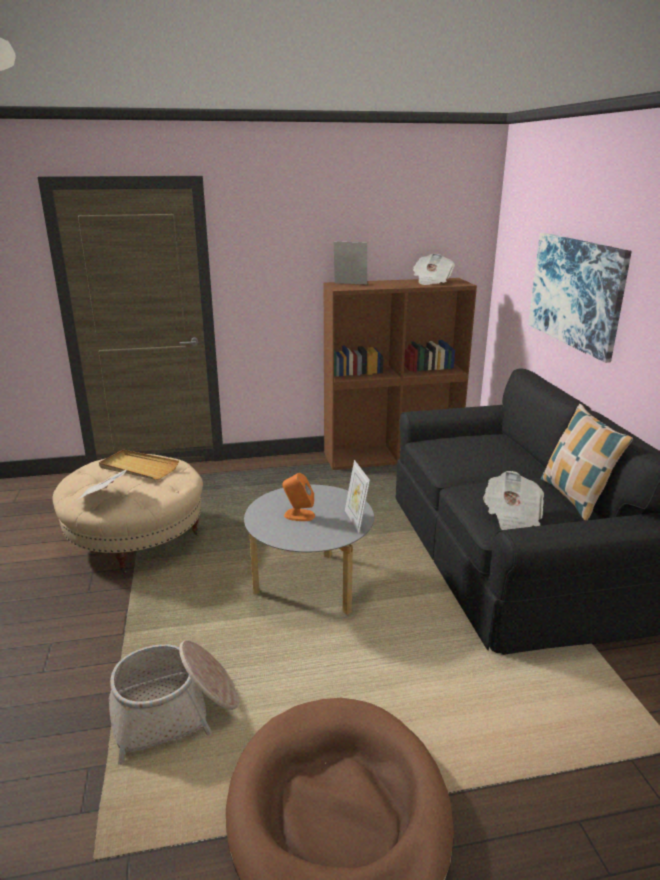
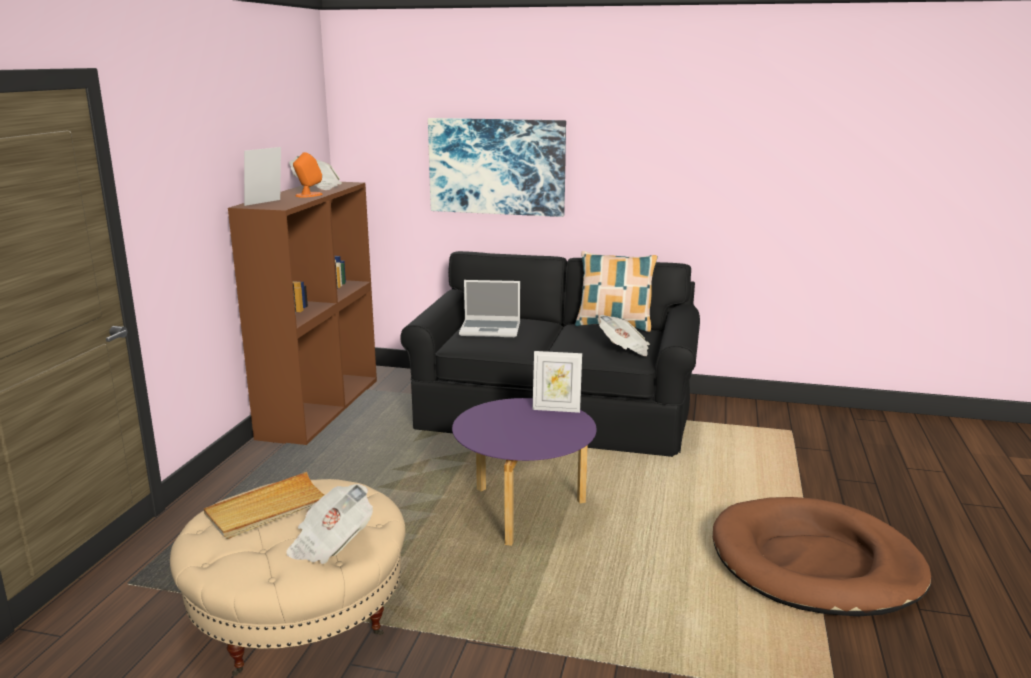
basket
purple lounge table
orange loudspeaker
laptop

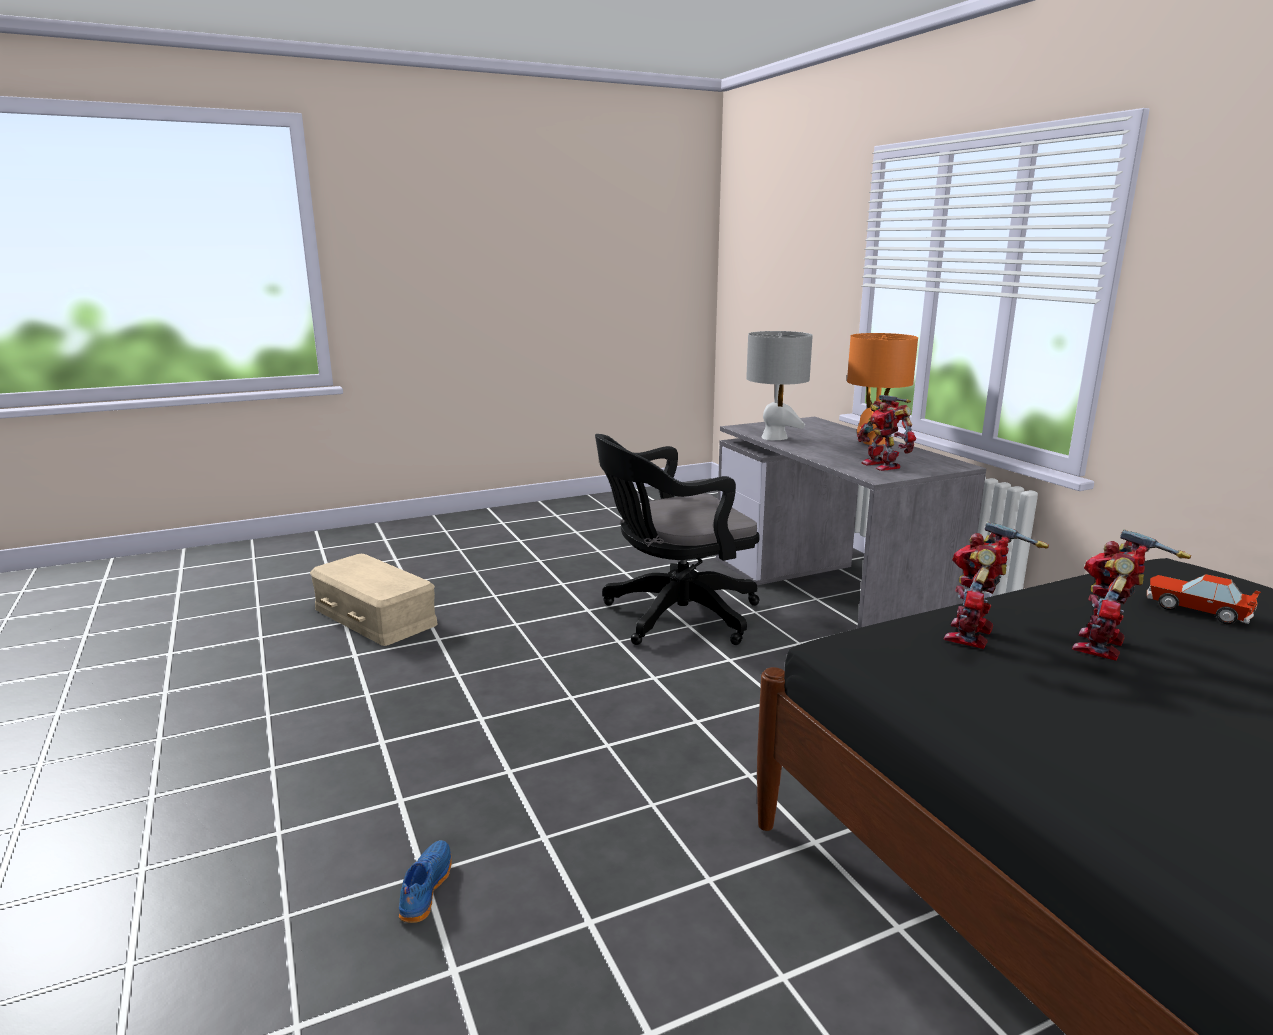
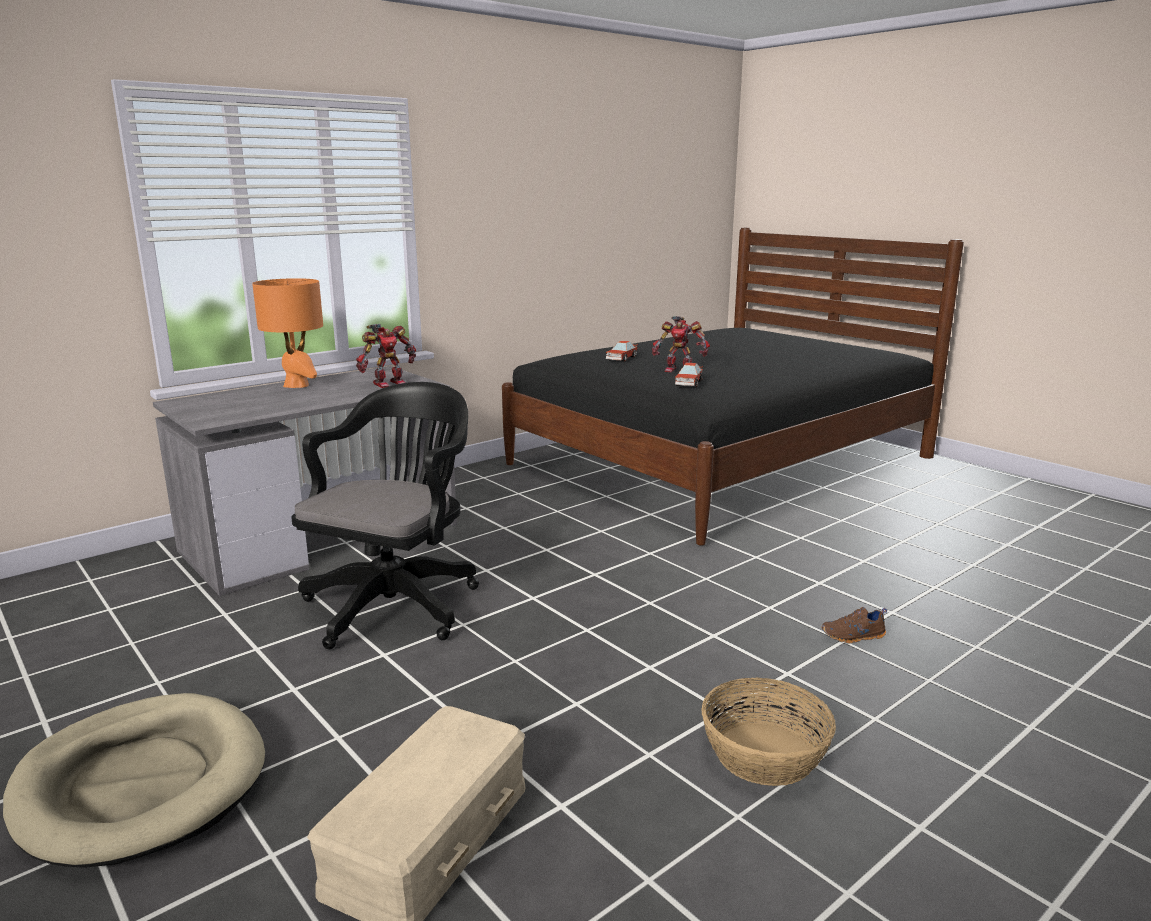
brownish low shoe
blackish desk chair
grey tabletop lamp
toy car (no. 2 from left)
sand-coloured dog cushion
basket

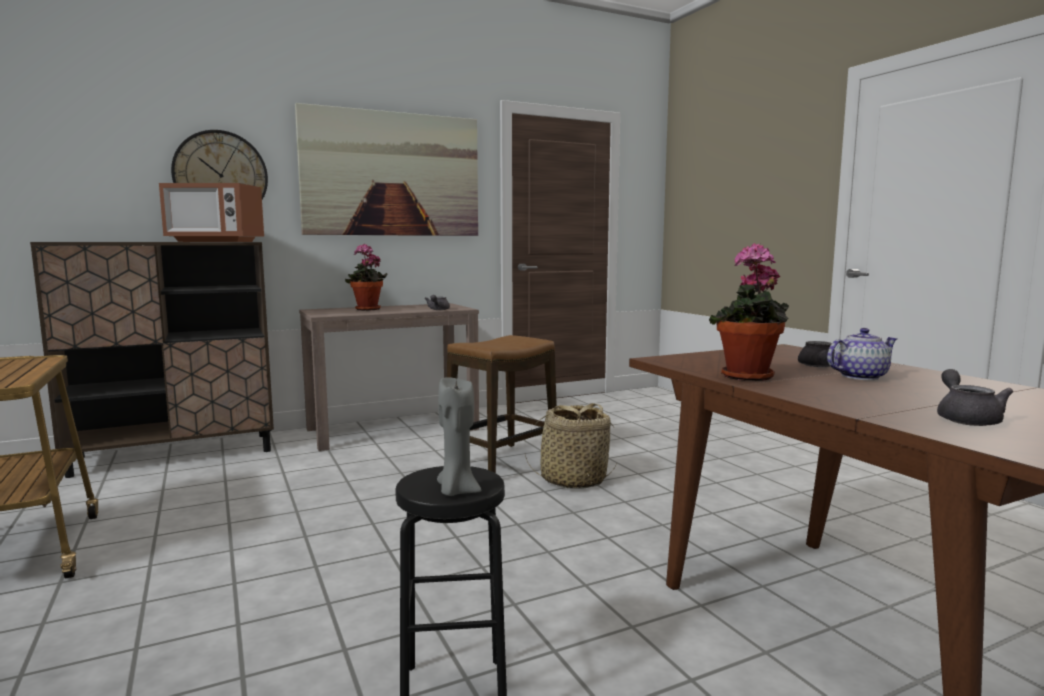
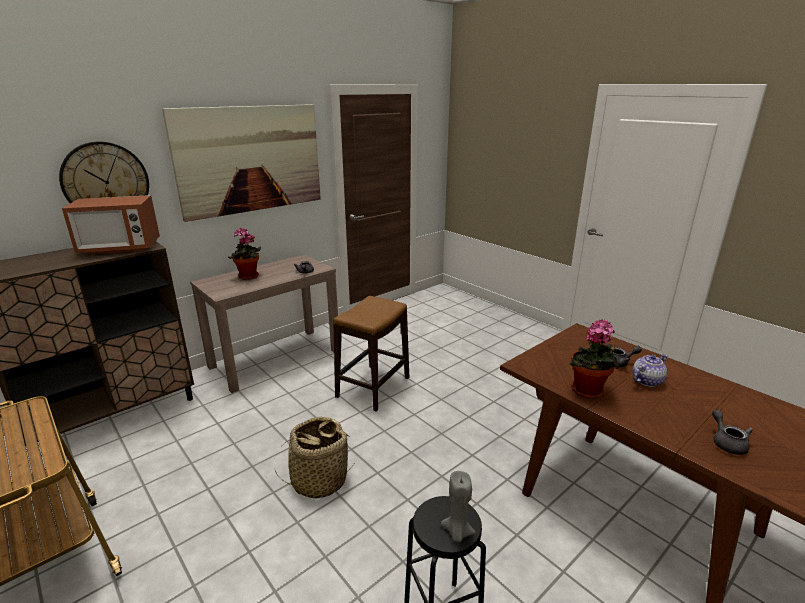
basket

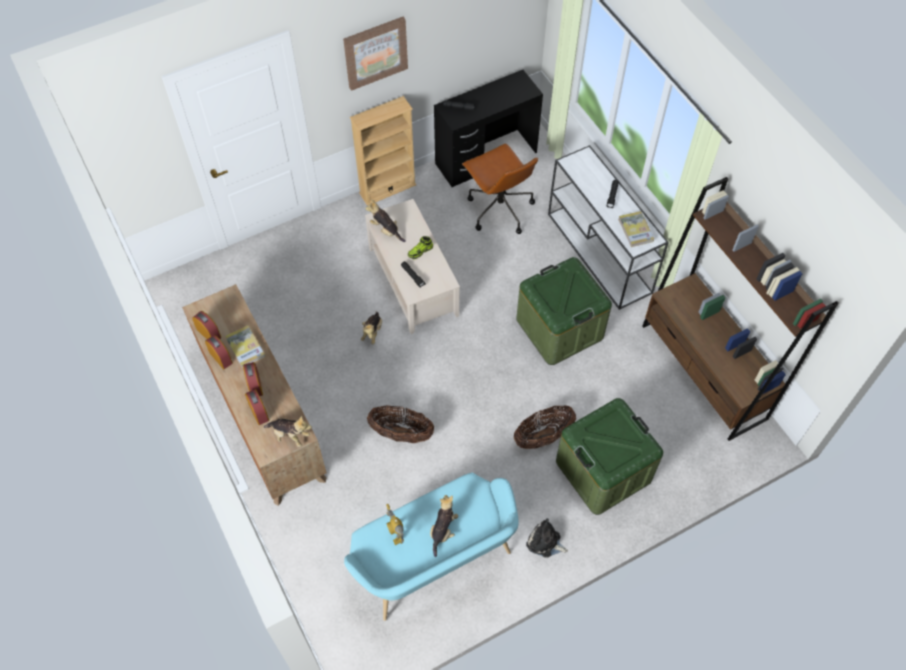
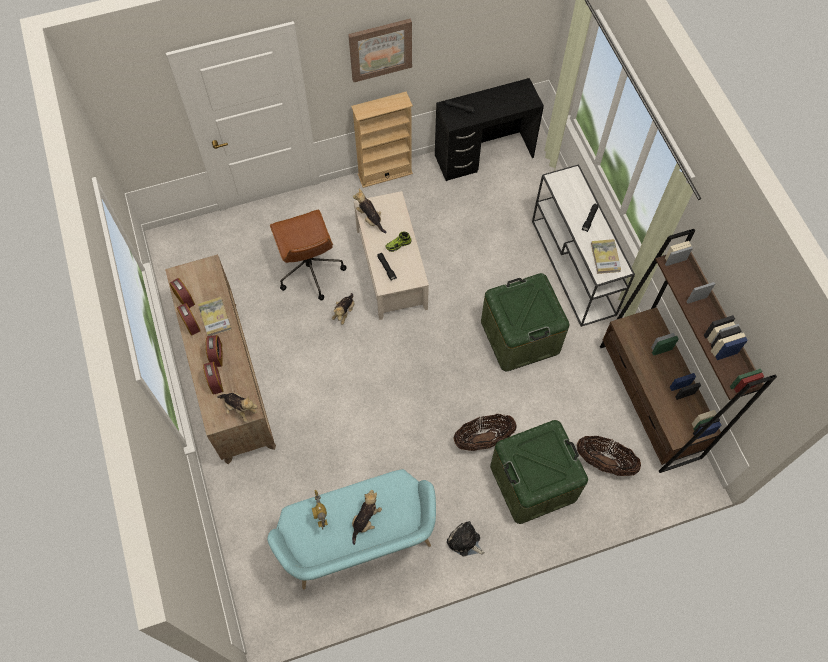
basket (no. 2 from left)
brownish desk chair

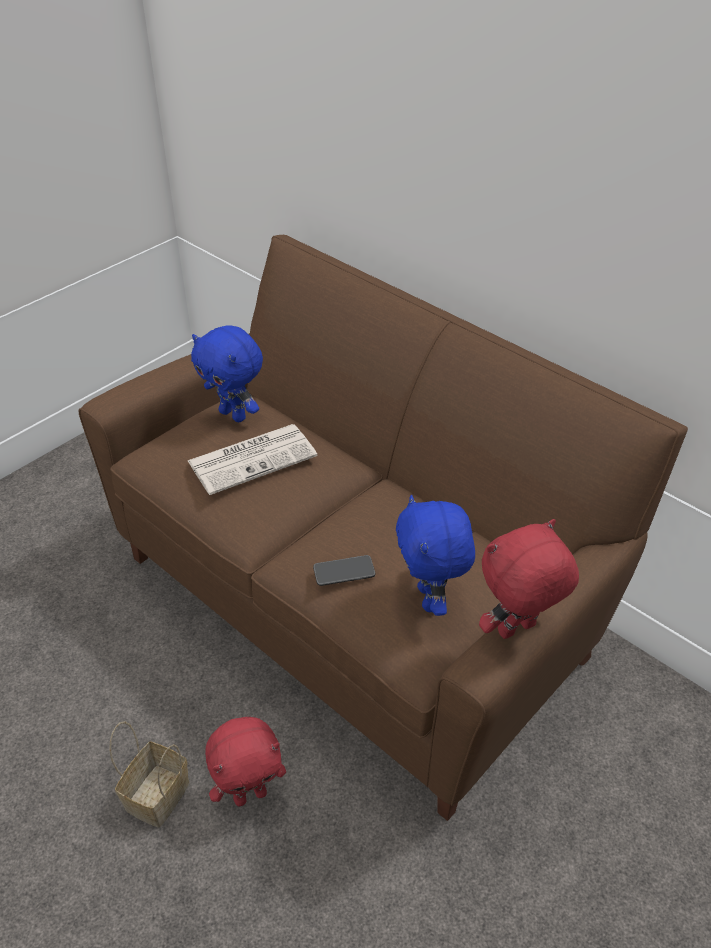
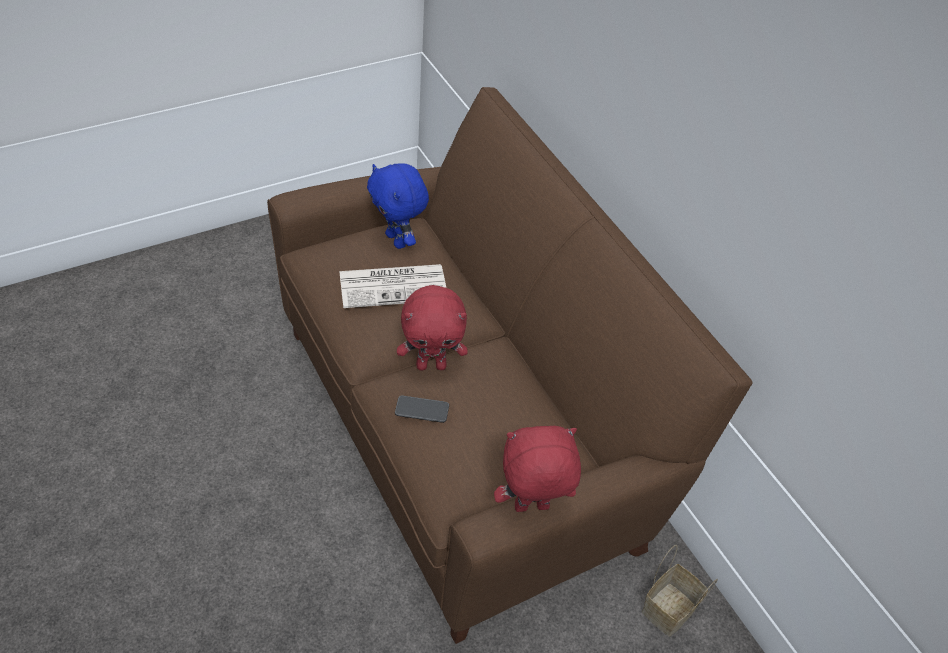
basket
red-coloured cuddly toy (no. 1 from left)
bluish cuddly toy (no. 2 from left in the first image)

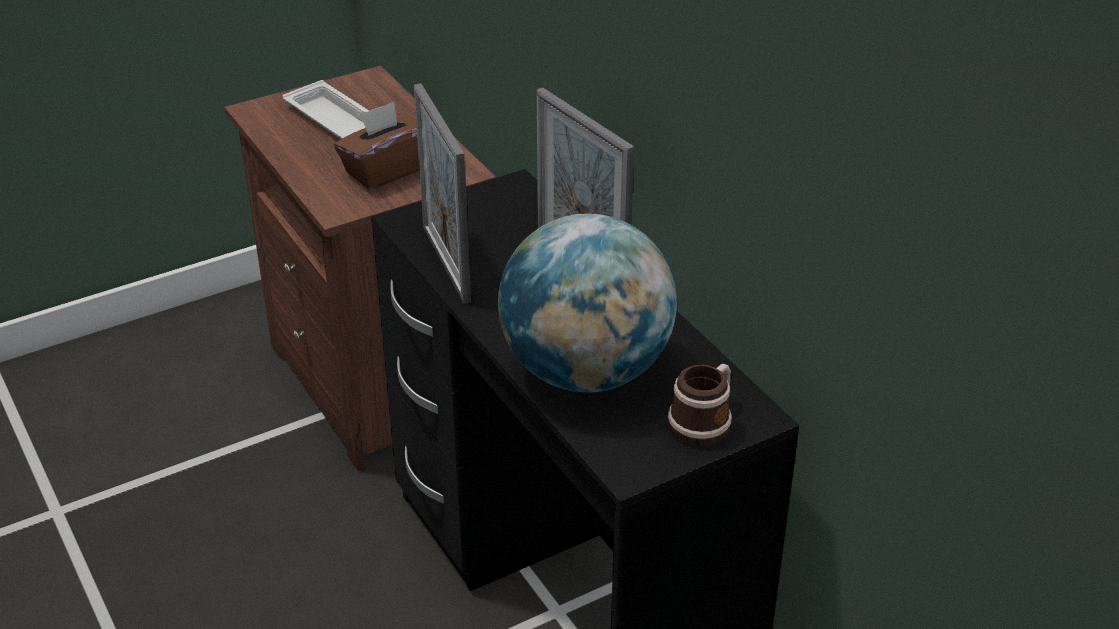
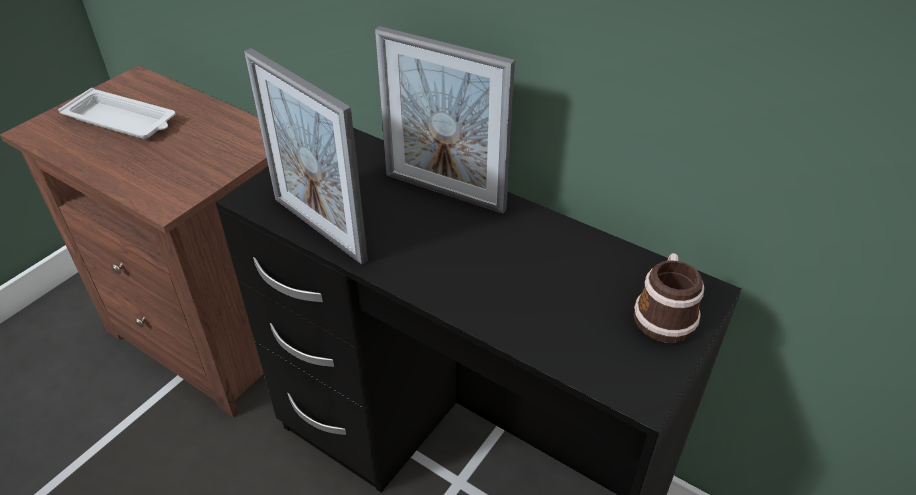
brownish box of tissues
desk globe

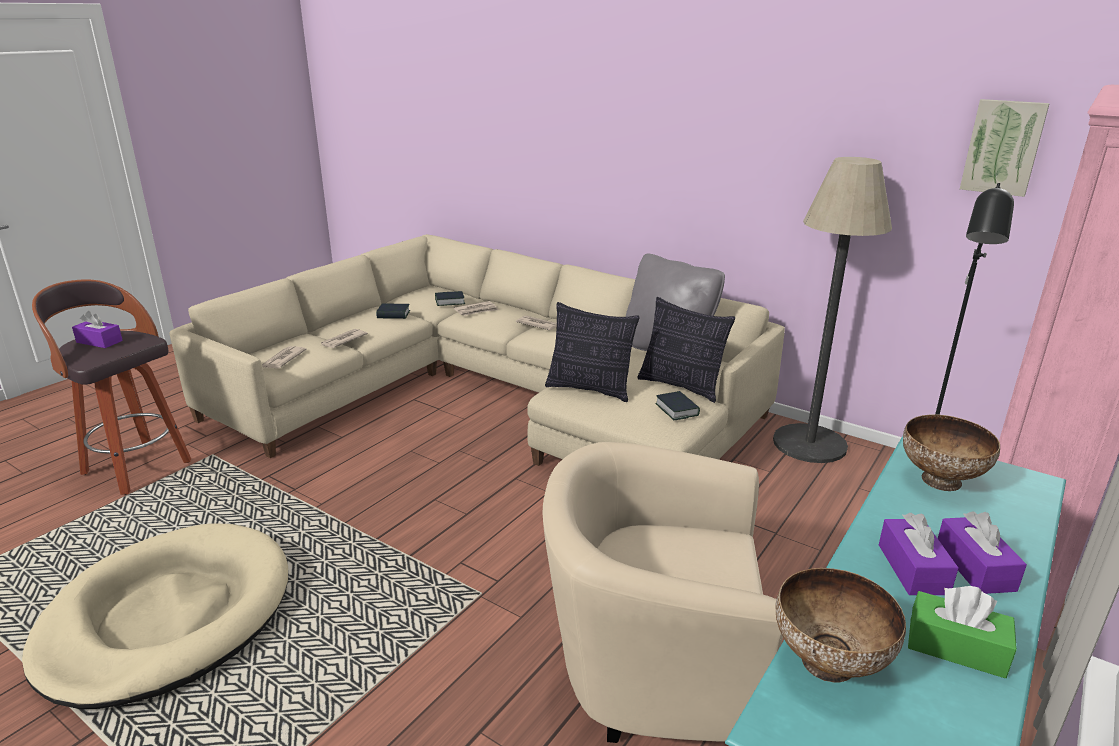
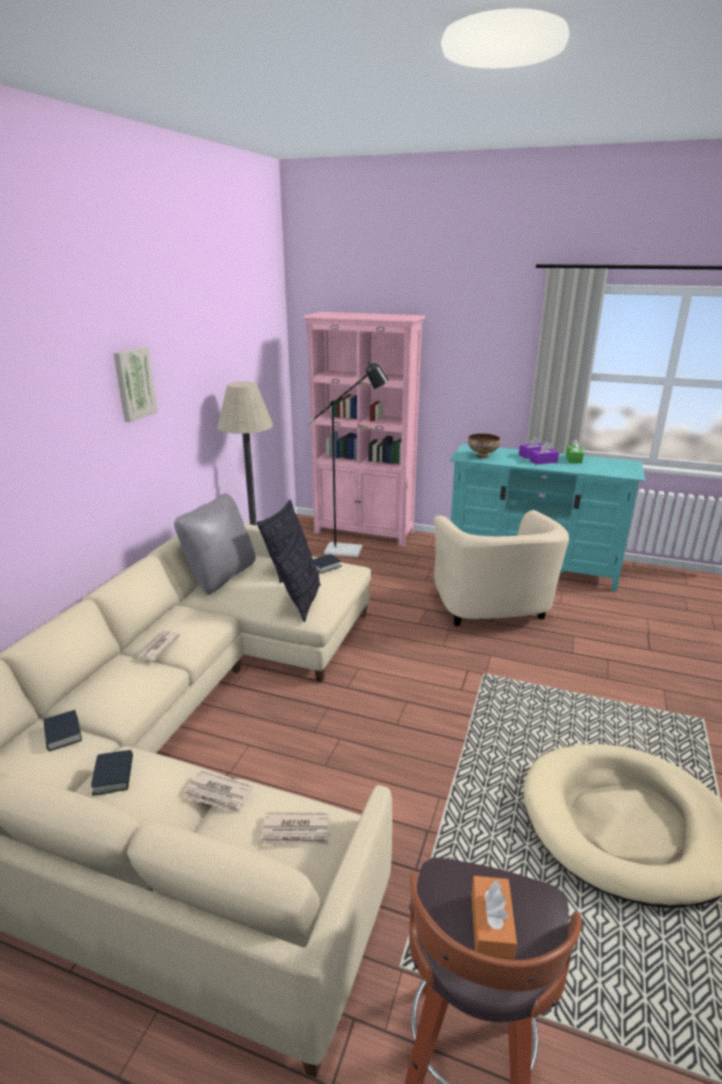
orange box of tissues
newspaper (no. 3 from left in the first image)
serving bowl (no. 1 from left in the first image)
wall art

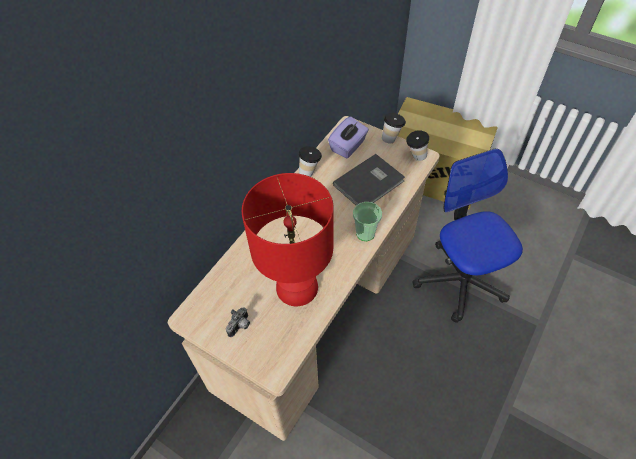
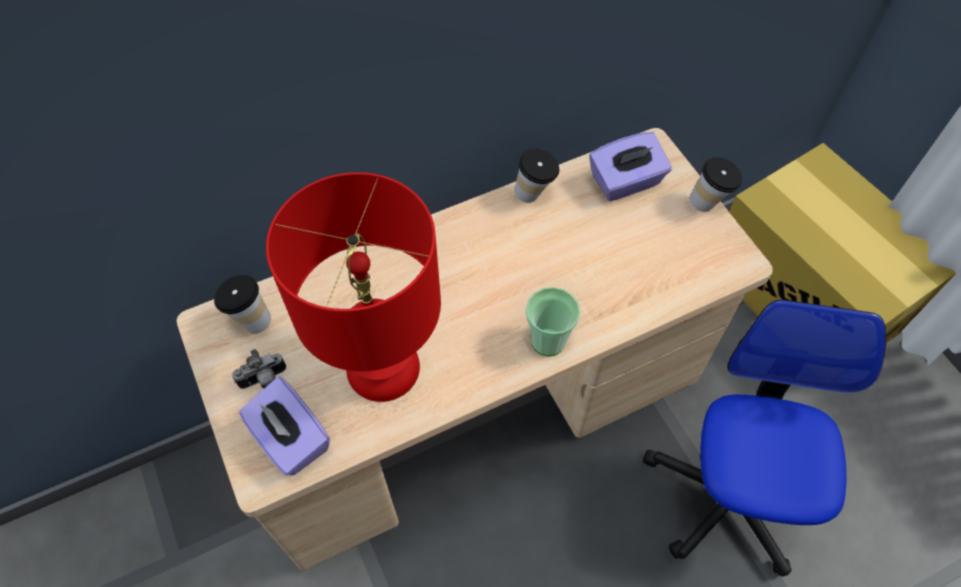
grey bound book
cup (no. 1 from left)
purple box of tissues (no. 1 from left)

